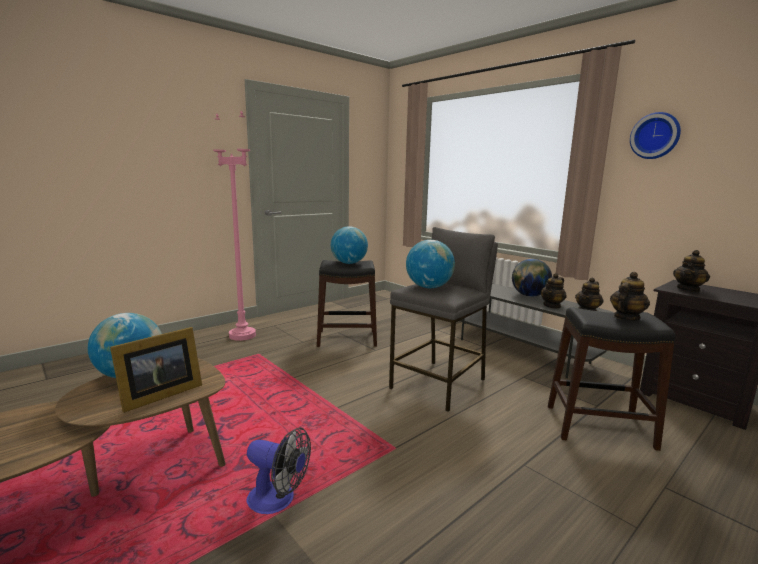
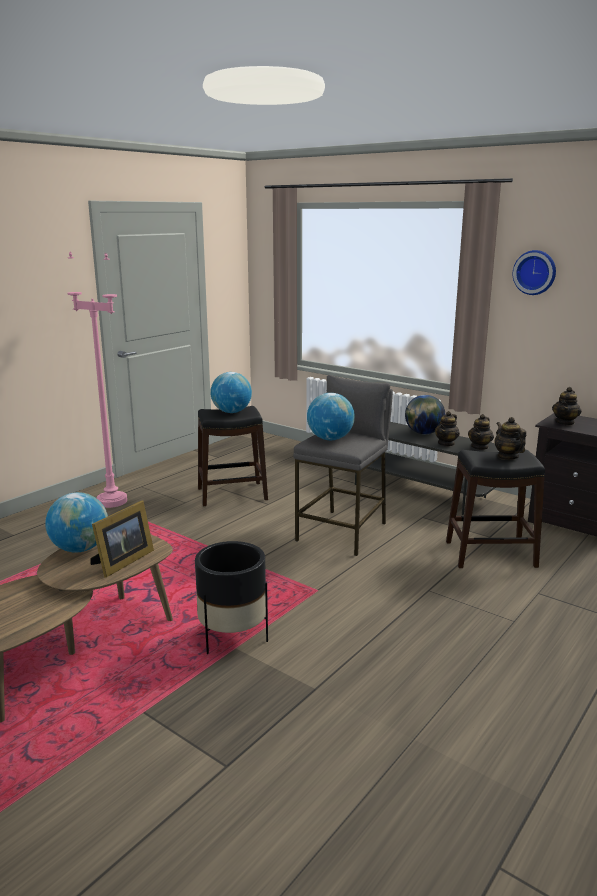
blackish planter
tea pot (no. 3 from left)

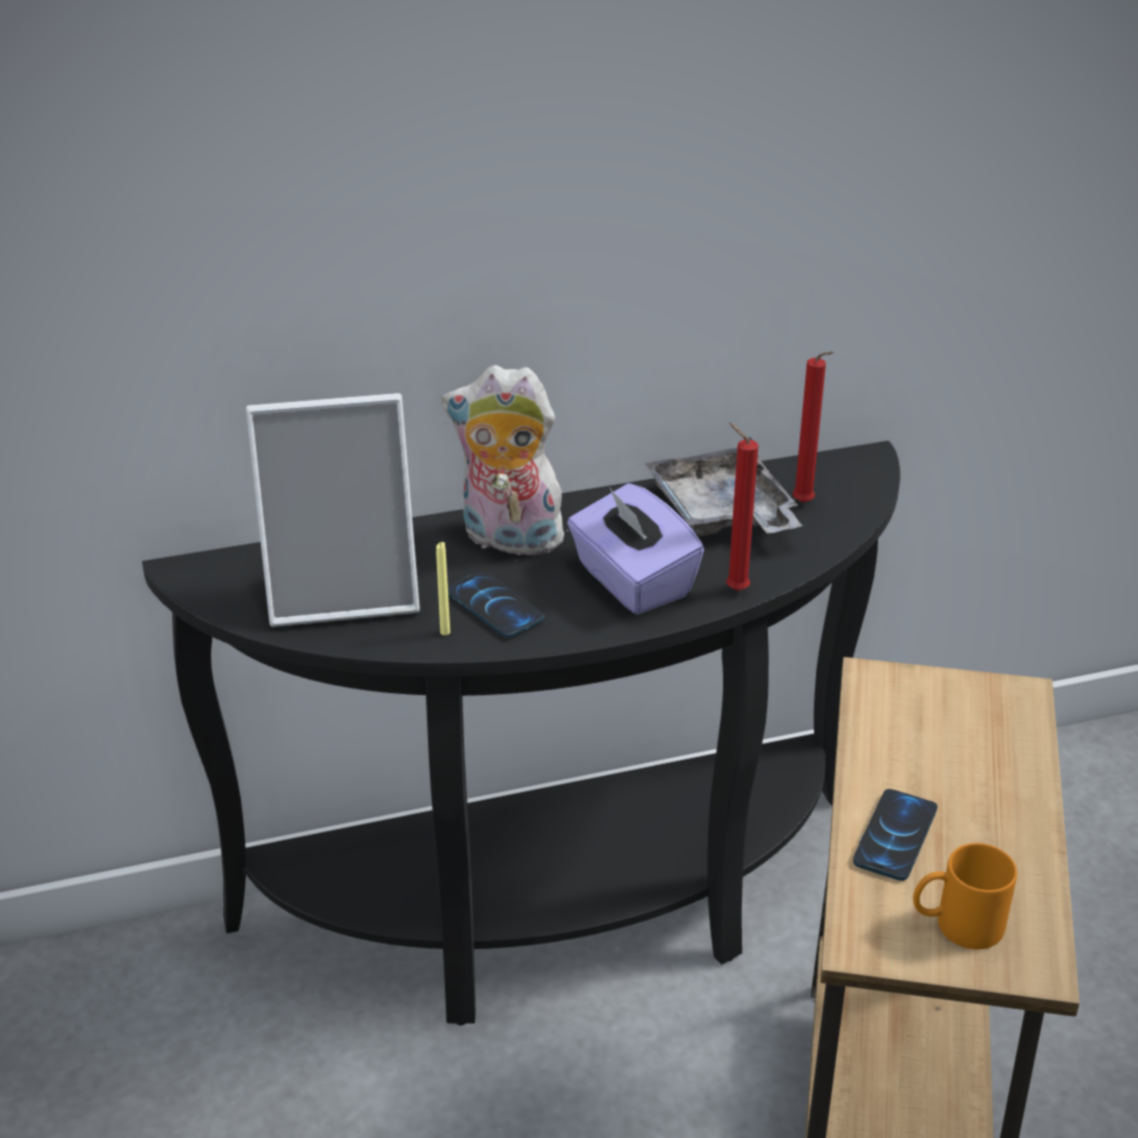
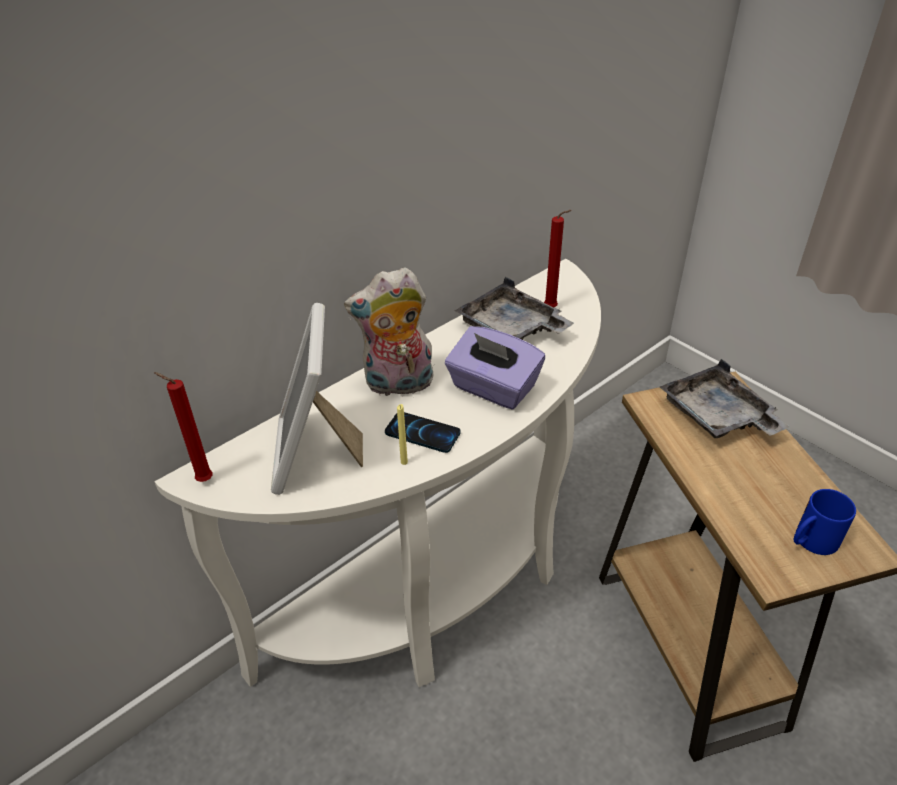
whitish hall table
standing frame
red-coloured candle (no. 1 from left)
phone (no. 2 from left in the first image)
bluish tea mug
grey serving tray (no. 2 from left)

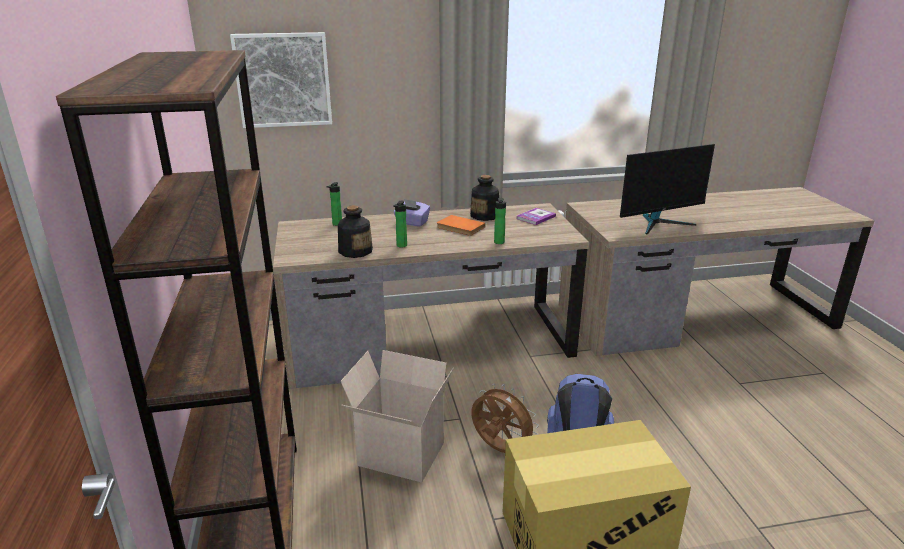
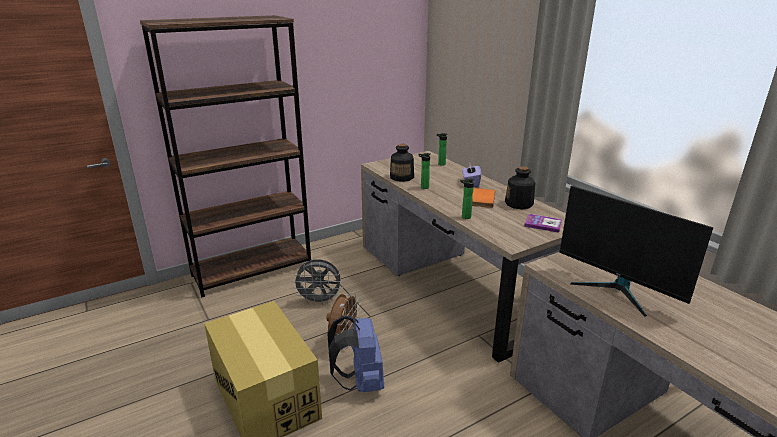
wall art
grey fan

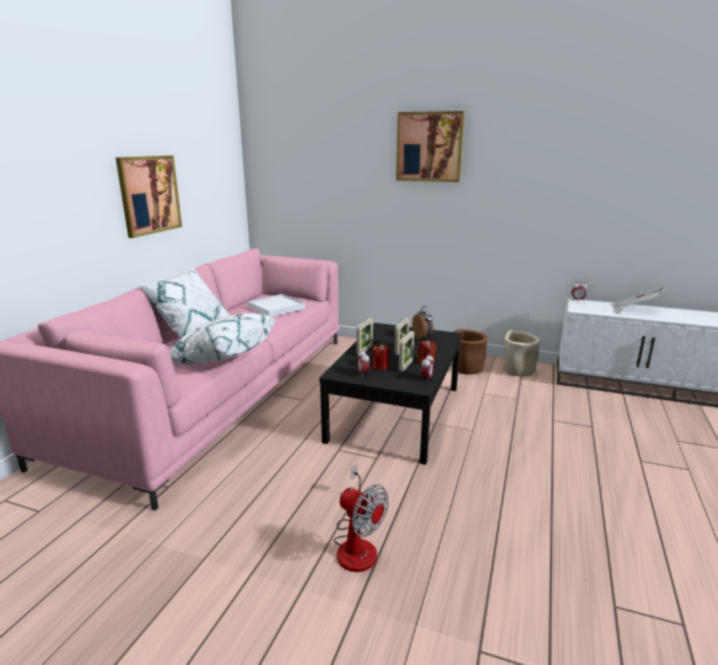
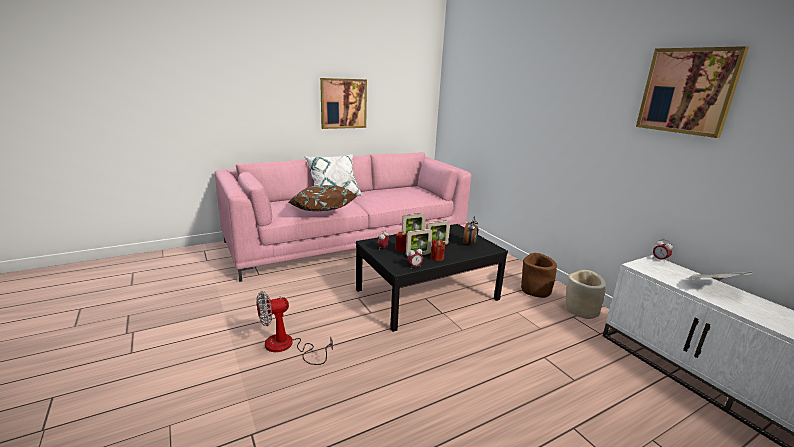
brownish throw pillow
whitish serving tray
fan
wall art (no. 2 from left)

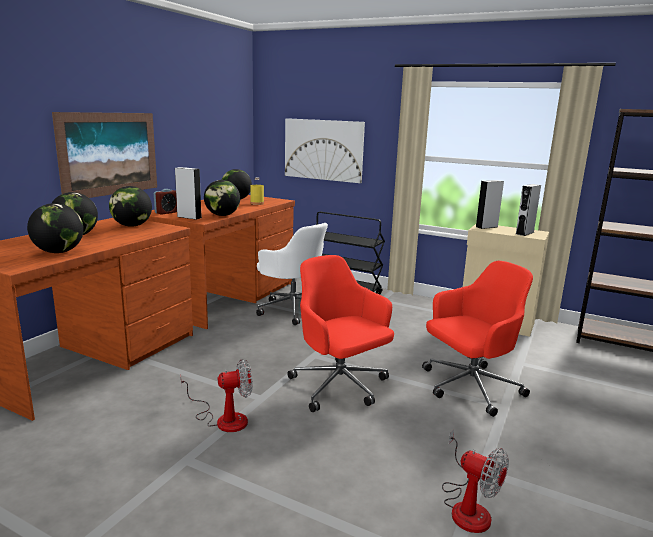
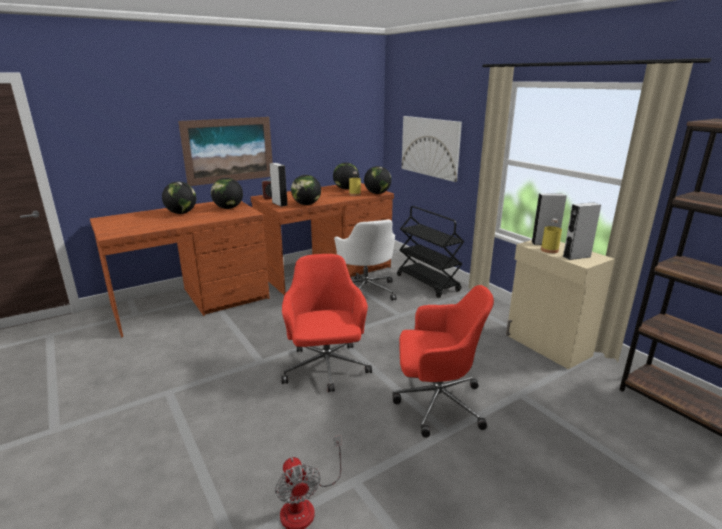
desk globe (no. 5 from left)
fan (no. 1 from left in the first image)
yellow-coloured beverage bottle (no. 2 from left)

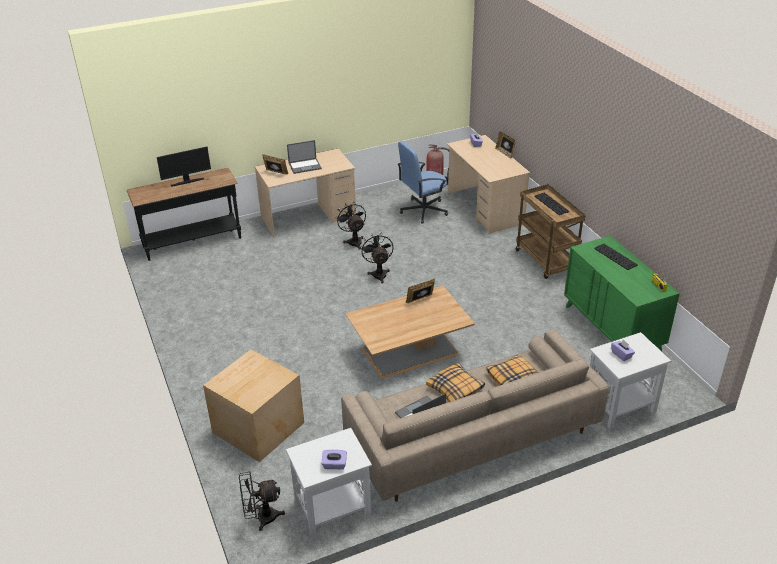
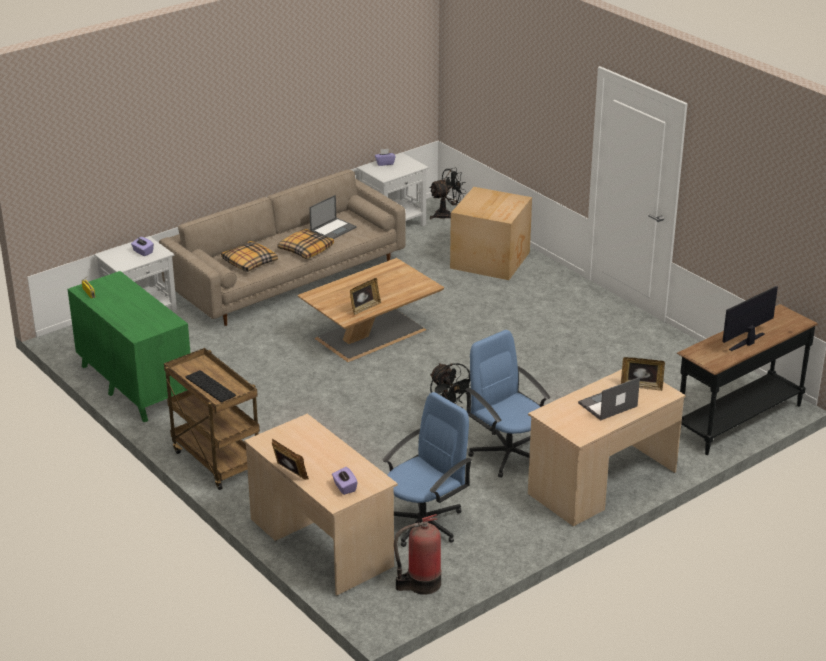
bluish desk chair (no. 2 from left)
computer keyboard (no. 2 from left in the first image)

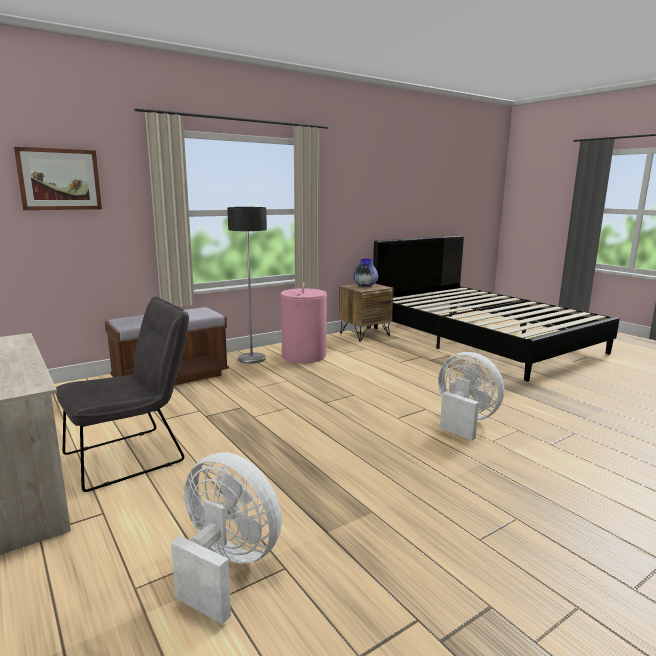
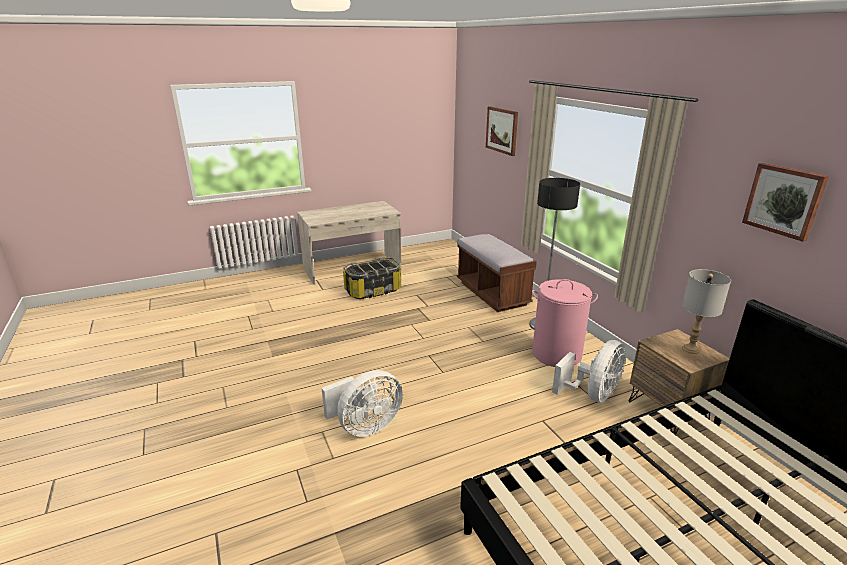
storage box
whitish fan (no. 2 from left)
grey tabletop lamp
wall art (no. 2 from left)

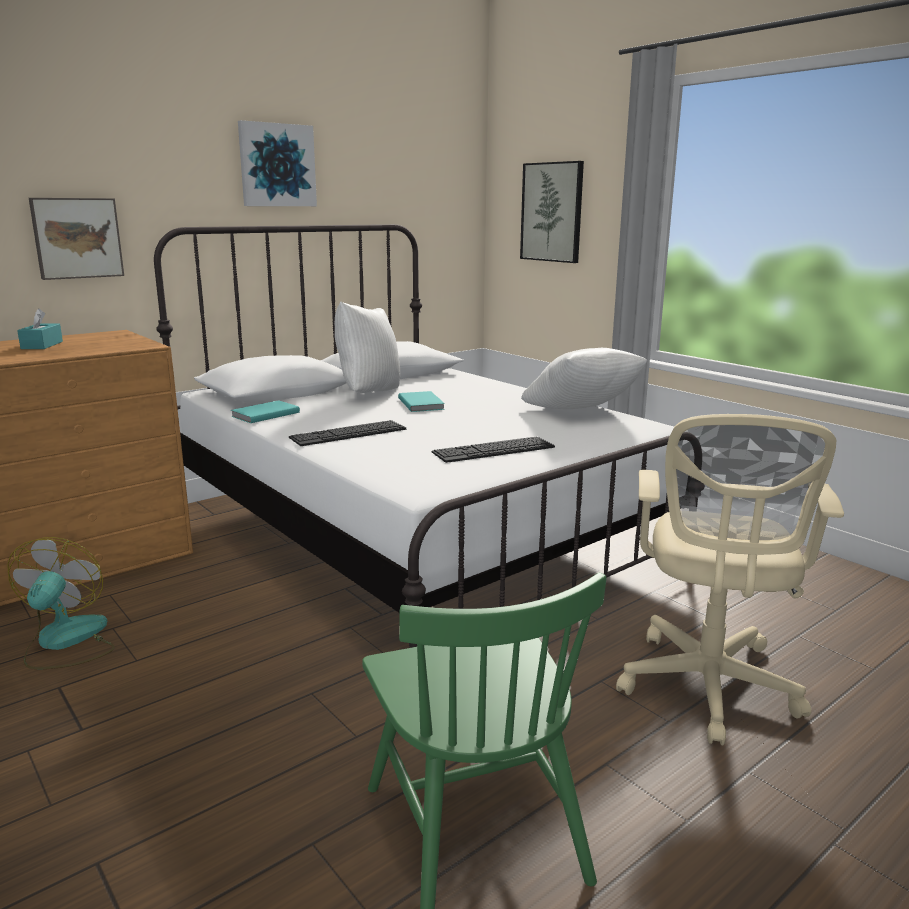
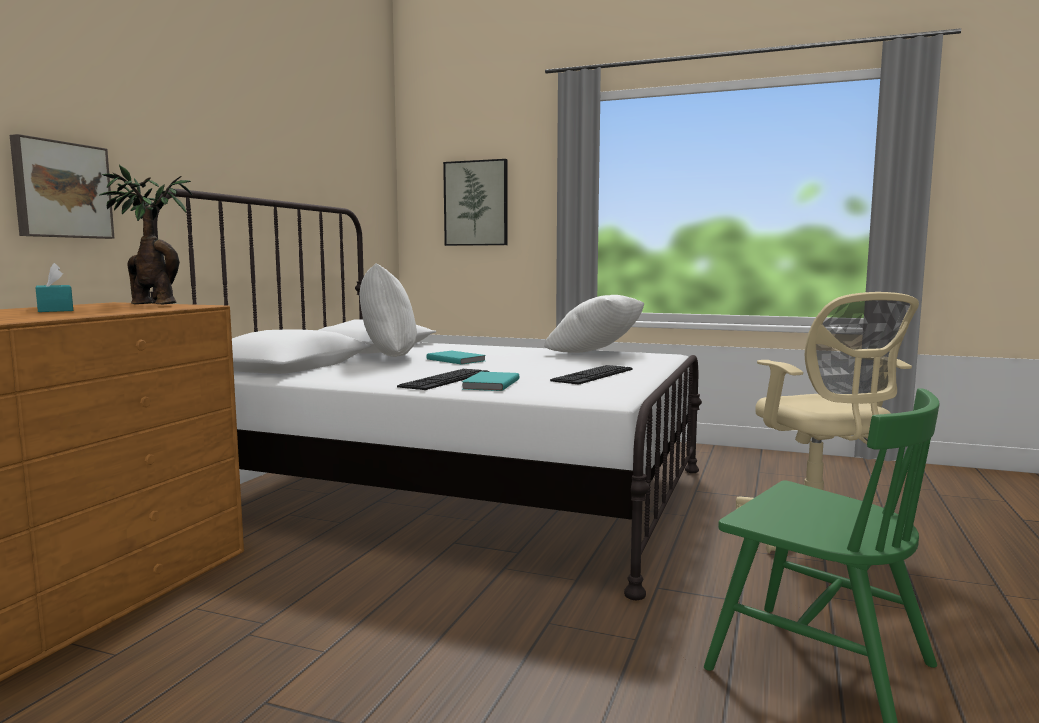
fan
turquoise-coloured bound book (no. 2 from left)
wall art (no. 2 from left in the first image)
plant in a pot

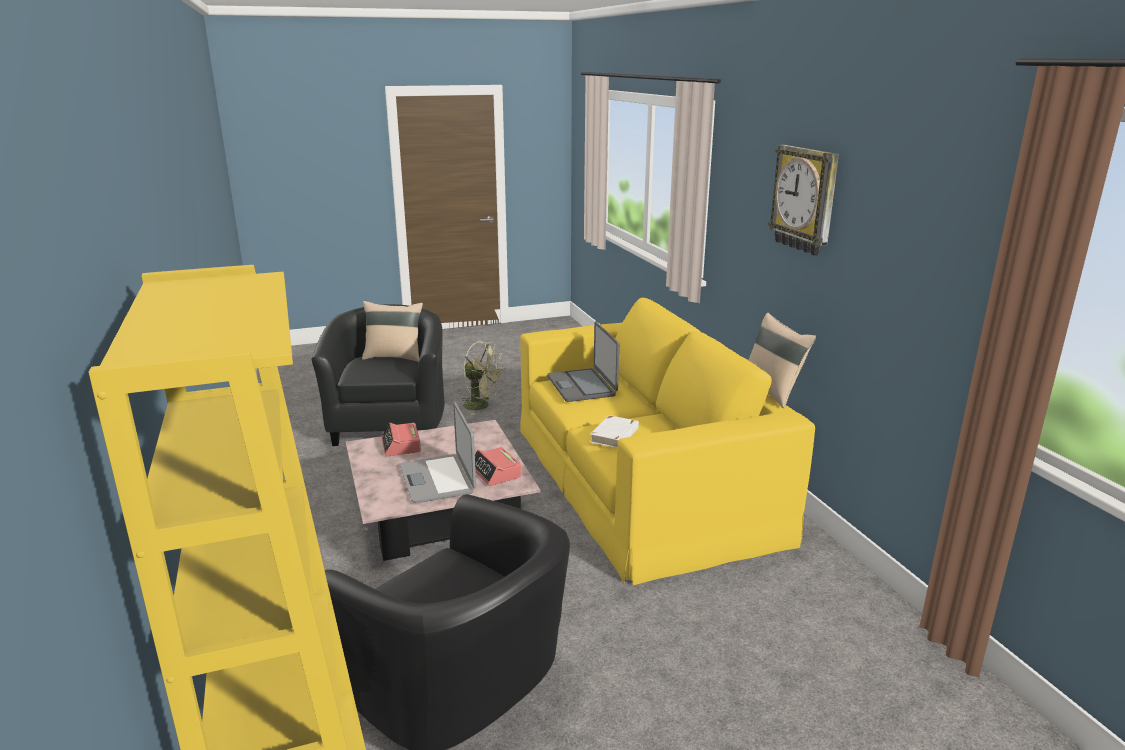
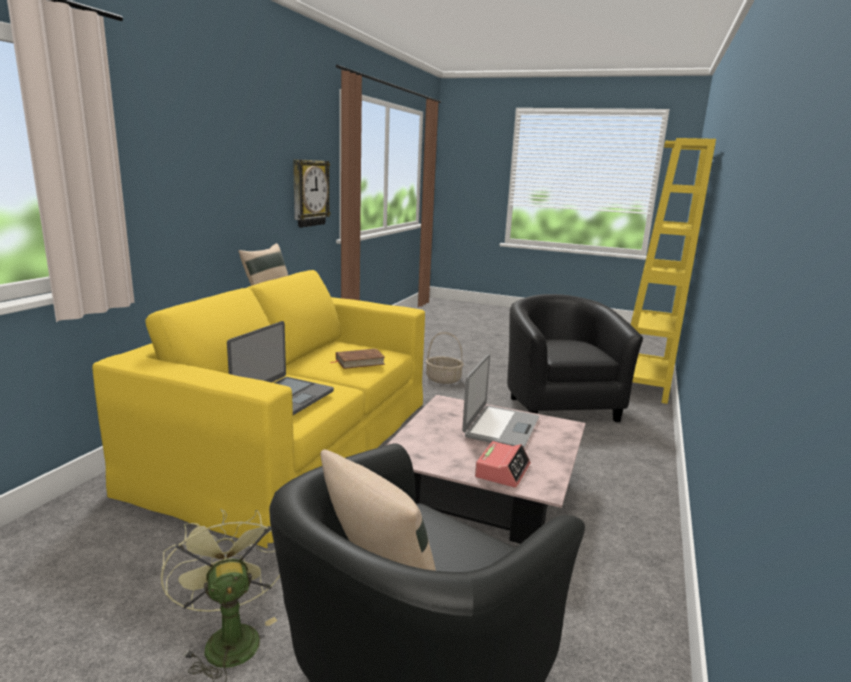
bedside clock (no. 2 from left in the first image)
brownish bound book
wall clock
basket

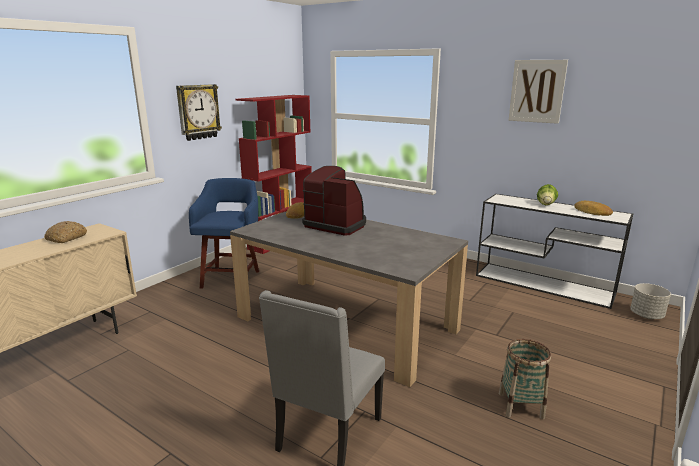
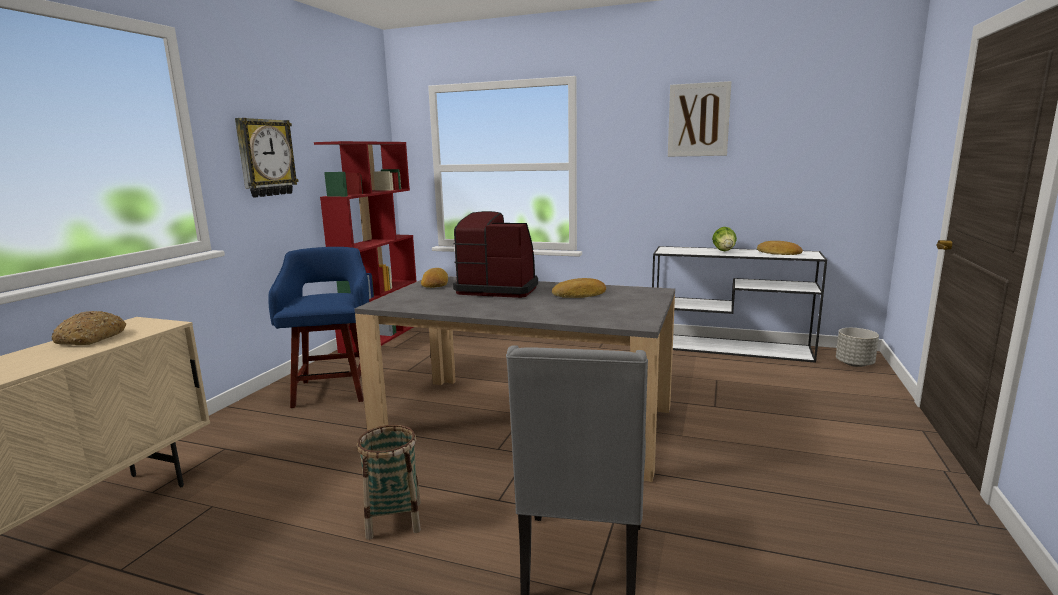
basket
bread (no. 3 from left)

